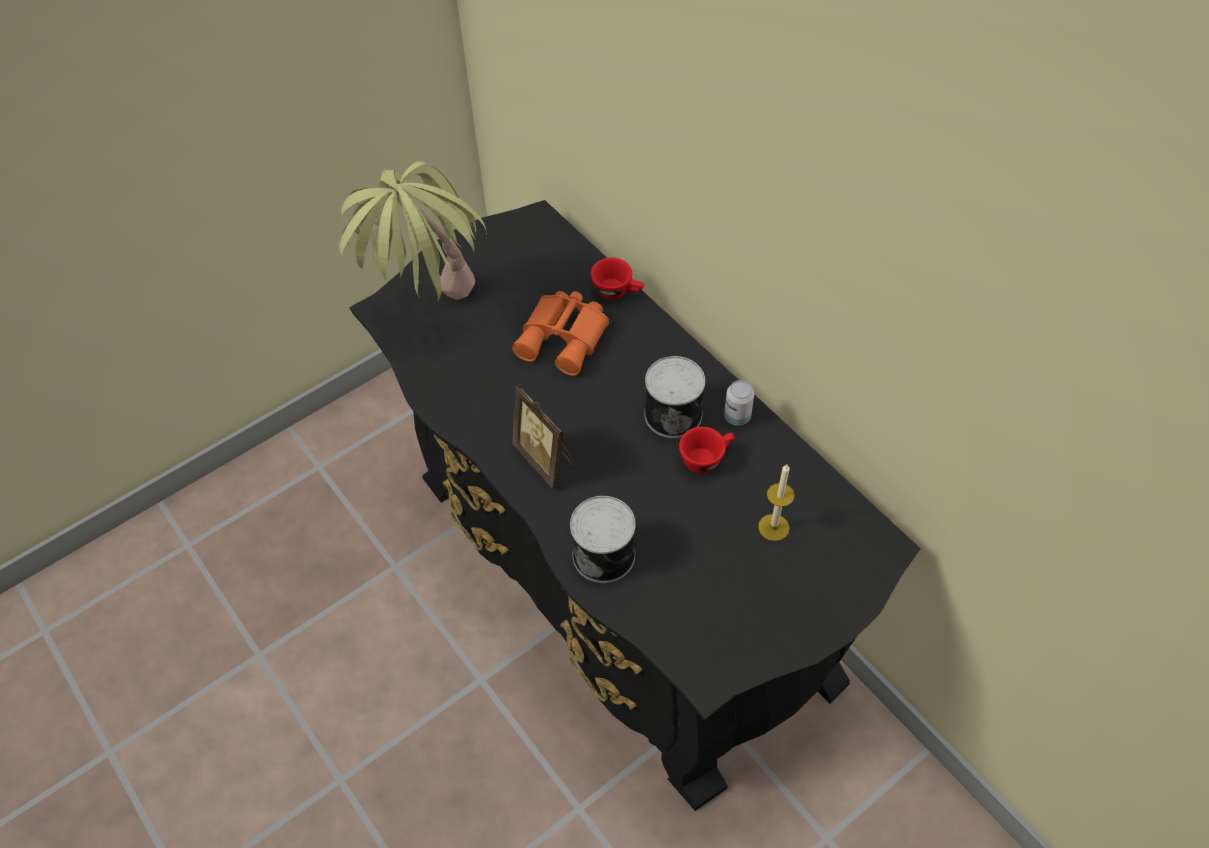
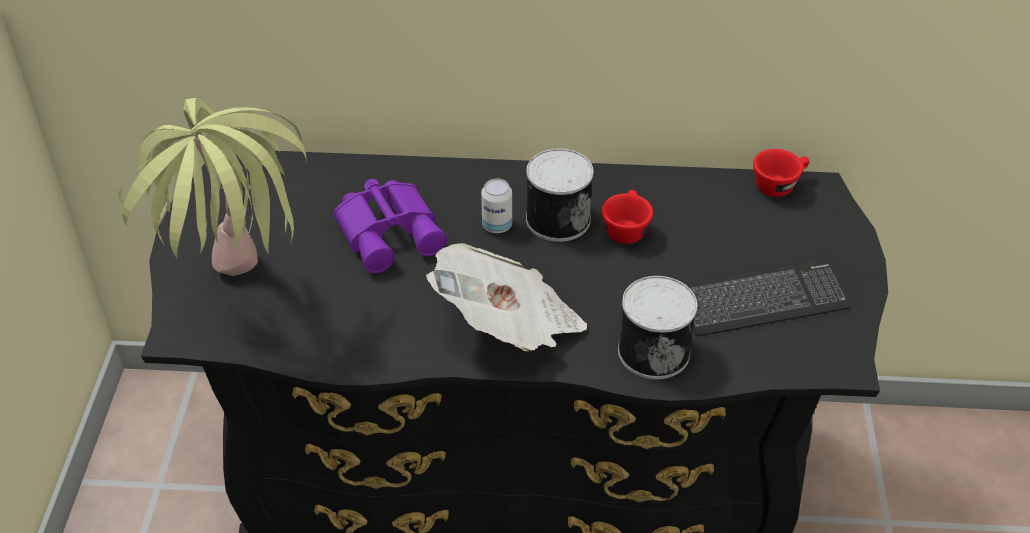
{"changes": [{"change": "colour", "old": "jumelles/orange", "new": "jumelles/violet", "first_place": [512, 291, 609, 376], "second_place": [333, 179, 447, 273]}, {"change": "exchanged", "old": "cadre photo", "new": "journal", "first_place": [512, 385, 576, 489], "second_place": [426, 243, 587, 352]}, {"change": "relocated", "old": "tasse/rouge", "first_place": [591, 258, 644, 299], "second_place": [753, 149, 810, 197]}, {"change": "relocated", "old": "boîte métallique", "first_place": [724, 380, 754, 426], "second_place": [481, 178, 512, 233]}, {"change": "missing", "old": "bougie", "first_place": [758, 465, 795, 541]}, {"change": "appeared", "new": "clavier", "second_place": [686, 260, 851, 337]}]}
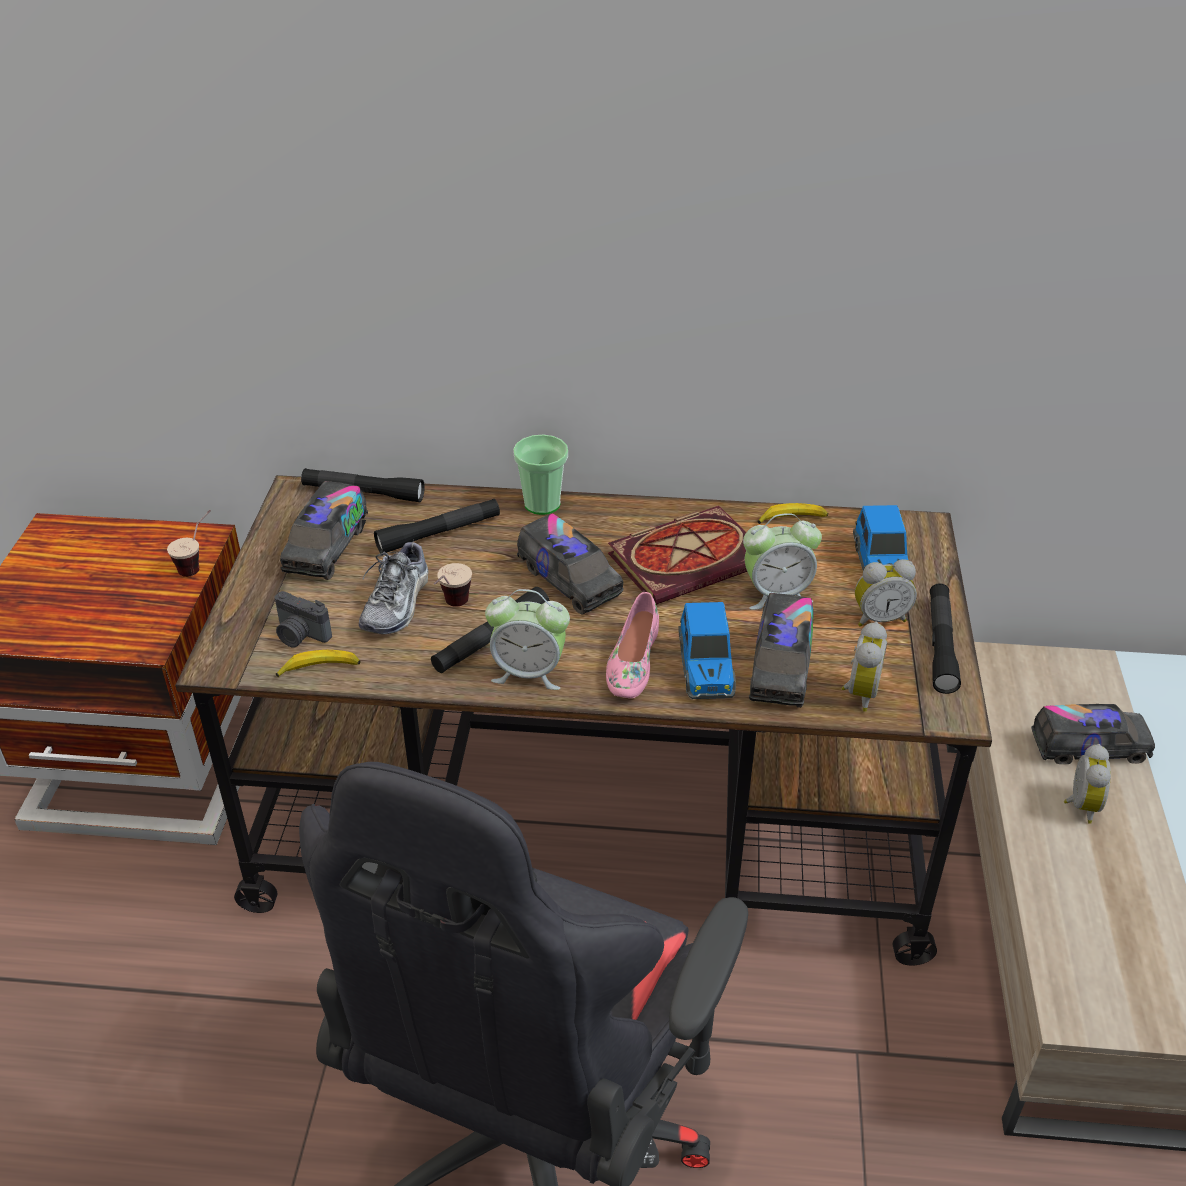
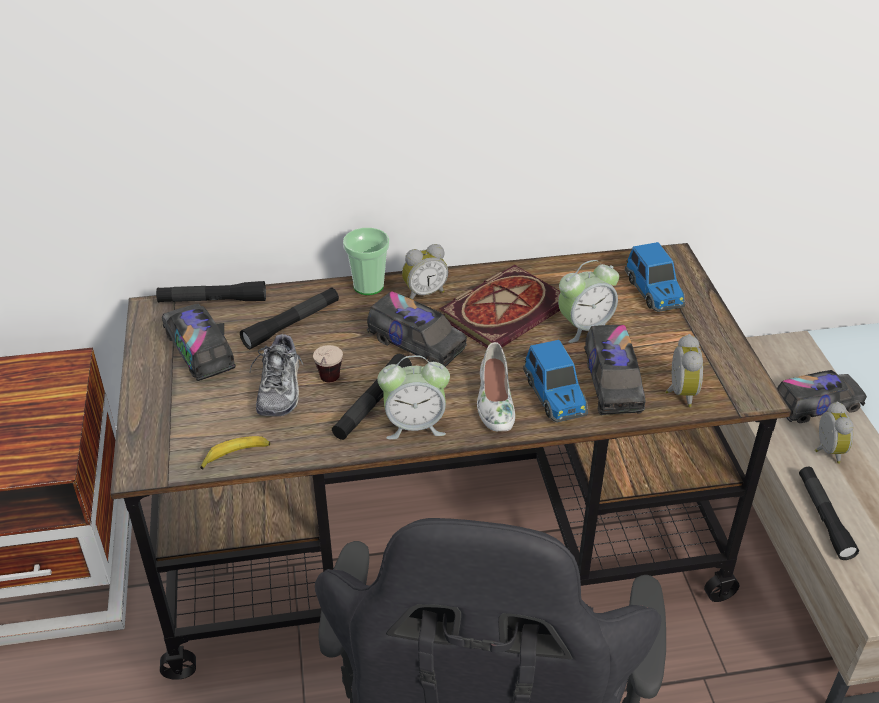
{"changes": [{"change": "missing", "old": "tasse", "first_place": [167, 510, 211, 577]}, {"change": "missing", "old": "appareil photo", "first_place": [275, 591, 332, 648]}, {"change": "spun", "old": "camion jouet", "first_place": [280, 481, 368, 580], "second_place": [162, 304, 236, 381], "degrees": 150}, {"change": "colour", "old": "chaussure/rose", "new": "chaussure/blanc", "first_place": [606, 592, 659, 698], "second_place": [477, 342, 515, 431]}, {"change": "missing", "old": "banane", "first_place": [758, 503, 828, 524]}, {"change": "relocated", "old": "réveil", "first_place": [855, 559, 917, 627], "second_place": [402, 244, 448, 300]}, {"change": "relocated", "old": "lampe de poche/noir", "first_place": [930, 583, 961, 694], "second_place": [799, 467, 859, 560]}]}
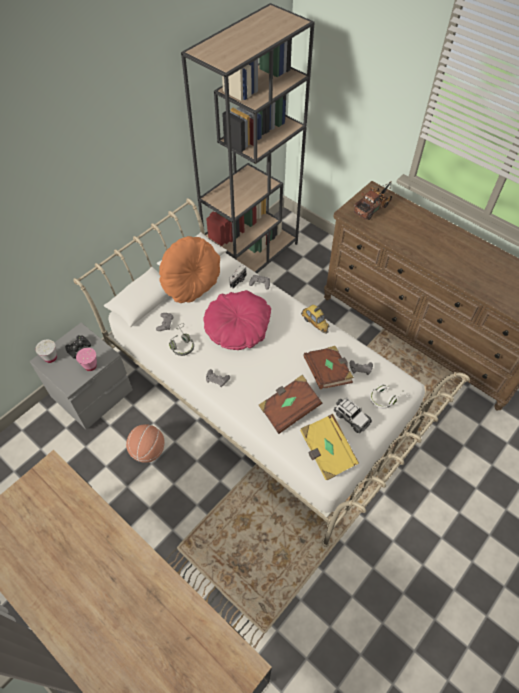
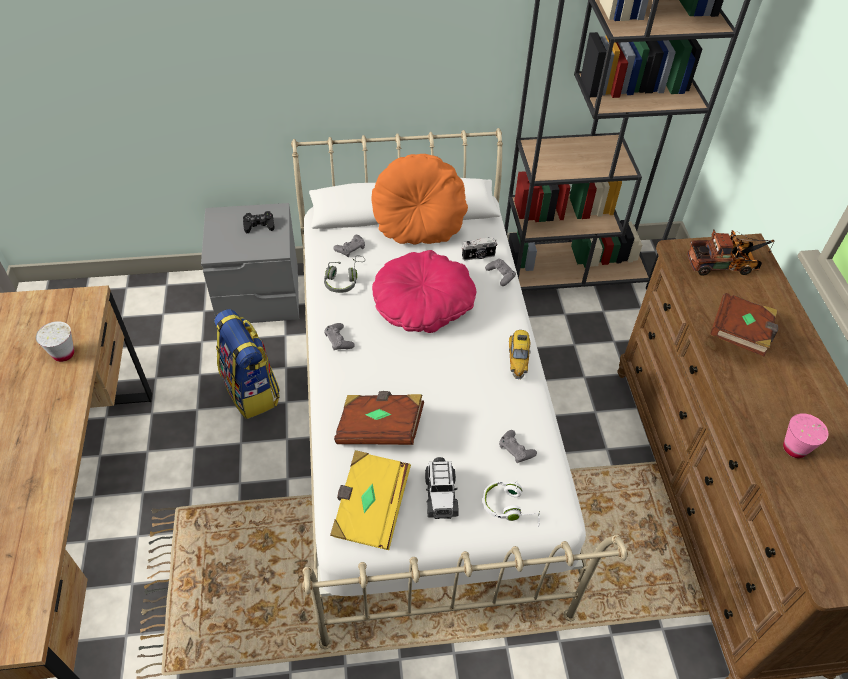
{"changes": [{"change": "relocated", "old": "tasse/blanc", "first_place": [35, 340, 57, 363], "second_place": [36, 321, 74, 362]}, {"change": "relocated", "old": "tasse/rose", "first_place": [76, 348, 97, 371], "second_place": [783, 413, 828, 458]}, {"change": "exchanged", "old": "ballon de basket", "new": "sac à dos", "first_place": [126, 424, 165, 463], "second_place": [214, 309, 280, 419]}, {"change": "relocated", "old": "livre/marron", "first_place": [304, 346, 354, 389], "second_place": [711, 293, 778, 357]}]}
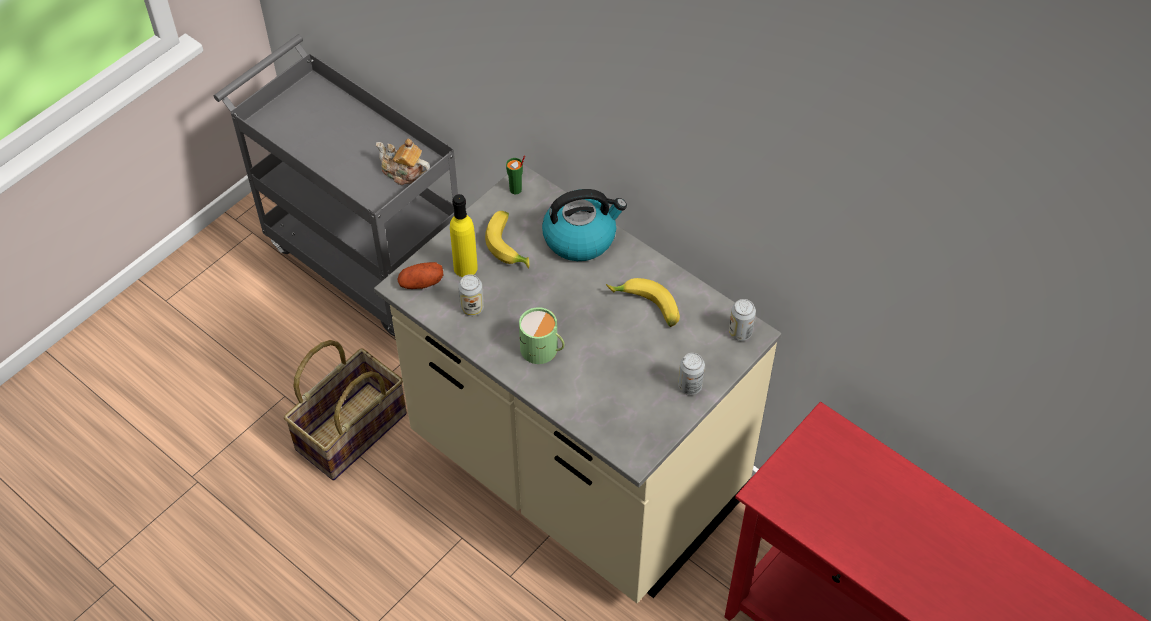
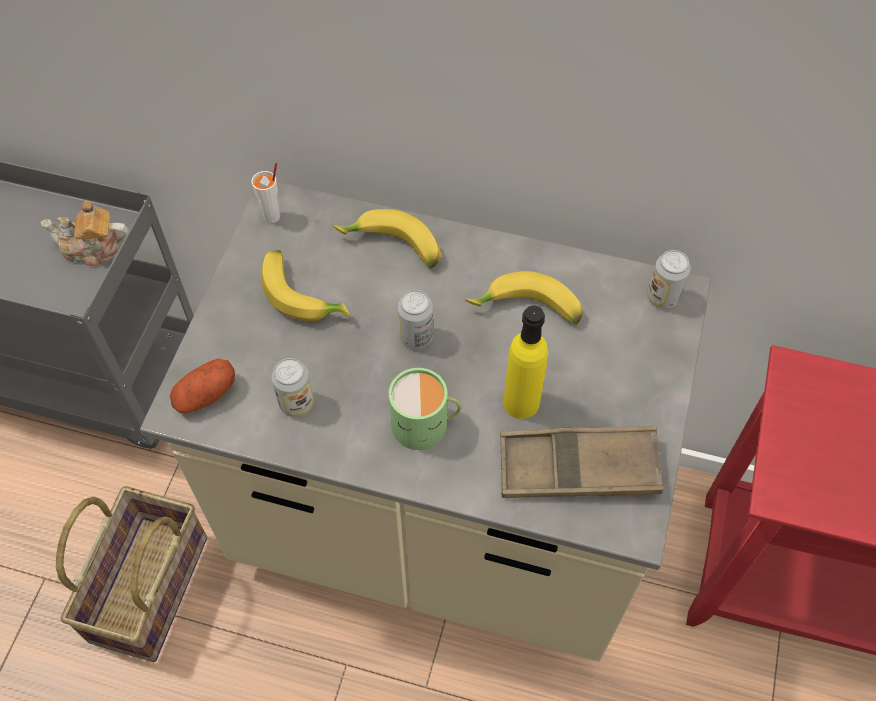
{"changes": [{"change": "relocated", "old": "bouteille/jaune", "first_place": [450, 194, 478, 277], "second_place": [503, 305, 548, 419]}, {"change": "colour", "old": "tasse/vert", "new": "tasse/blanc", "first_place": [506, 155, 525, 194], "second_place": [251, 163, 280, 223]}, {"change": "exchanged", "old": "bouilloire", "new": "banane", "first_place": [542, 189, 627, 261], "second_place": [333, 209, 441, 269]}, {"change": "relocated", "old": "boîte métallique", "first_place": [678, 353, 705, 395], "second_place": [397, 290, 433, 349]}, {"change": "appeared", "new": "plateau/marron", "second_place": [500, 426, 663, 498]}]}
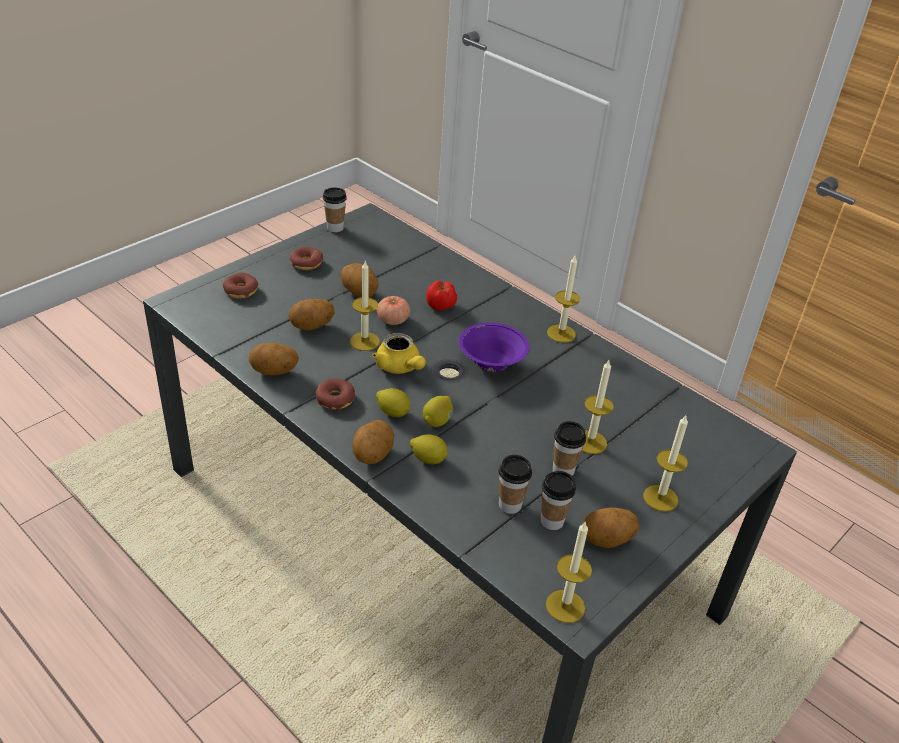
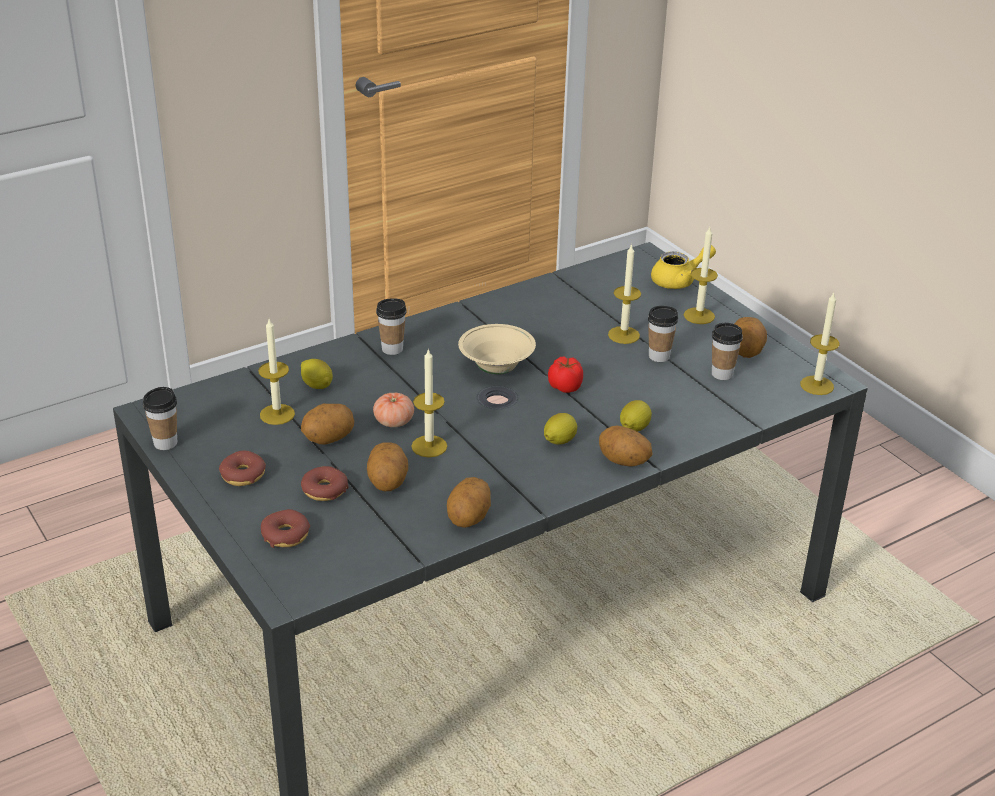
{"changes": [{"change": "relocated", "old": "beignet", "first_place": [315, 378, 355, 411], "second_place": [301, 466, 349, 501]}, {"change": "relocated", "old": "théière/jaune", "first_place": [372, 333, 426, 374], "second_place": [651, 245, 716, 289]}, {"change": "relocated", "old": "citron", "first_place": [423, 396, 453, 427], "second_place": [301, 359, 333, 389]}, {"change": "relocated", "old": "tomate", "first_place": [426, 281, 457, 311], "second_place": [548, 356, 583, 393]}, {"change": "colour", "old": "bol/violet", "new": "bol/beige", "first_place": [459, 323, 530, 372], "second_place": [458, 324, 536, 374]}, {"change": "relocated", "old": "tasse", "first_place": [499, 455, 532, 514], "second_place": [376, 298, 407, 355]}, {"change": "relocated", "old": "bougie", "first_place": [547, 256, 580, 343], "second_place": [258, 319, 295, 425]}]}
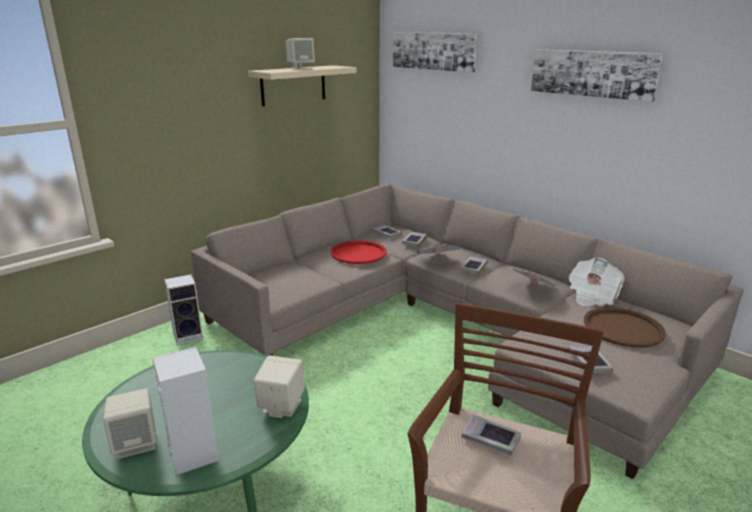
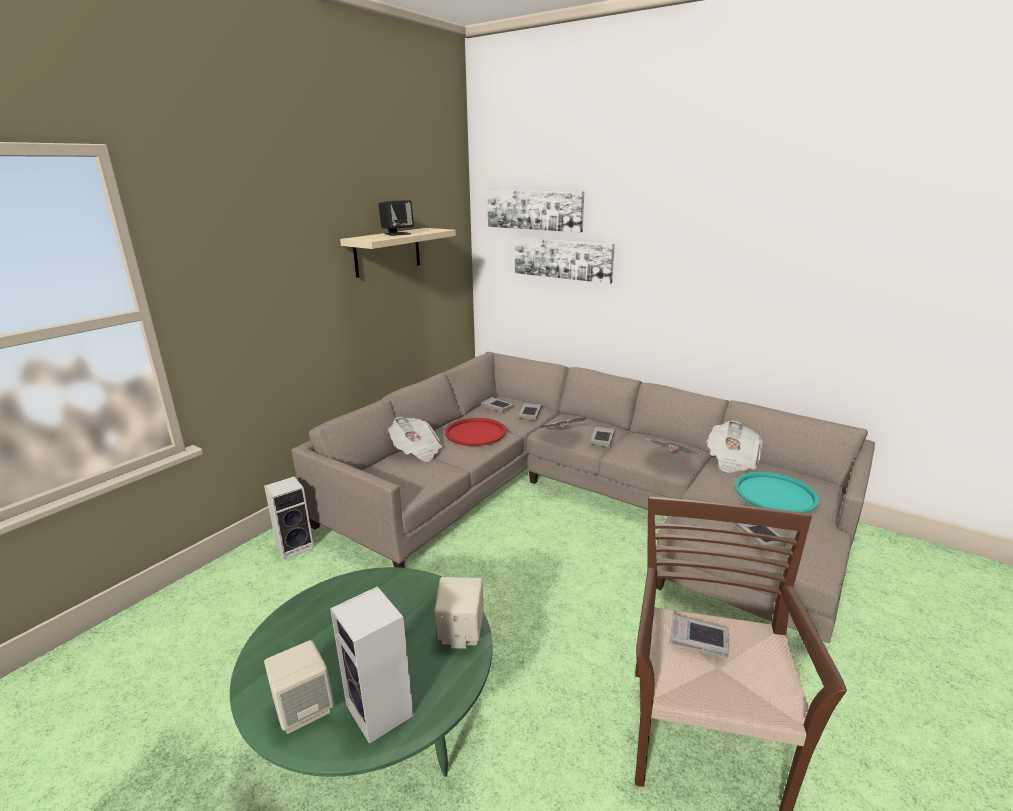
{"changes": [{"change": "colour", "old": "enceinte/beige", "new": "enceinte/noir", "first_place": [285, 38, 315, 70], "second_place": [378, 200, 414, 236]}, {"change": "relocated", "old": "tableau", "first_place": [531, 49, 663, 102], "second_place": [515, 237, 615, 284]}, {"change": "colour", "old": "plateau/marron", "new": "plateau/turquoise", "first_place": [584, 307, 666, 348], "second_place": [735, 472, 819, 513]}, {"change": "appeared", "new": "journal", "second_place": [388, 417, 443, 462]}]}
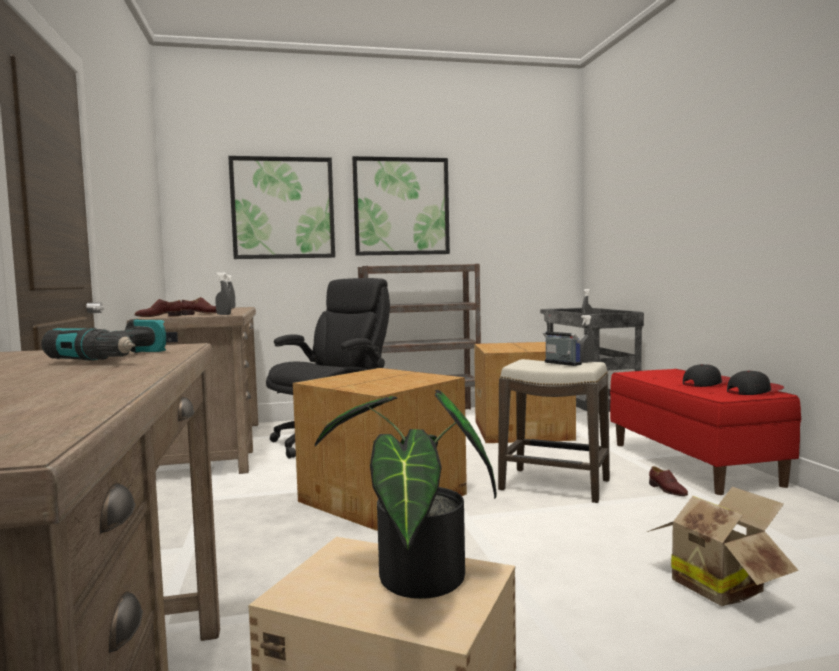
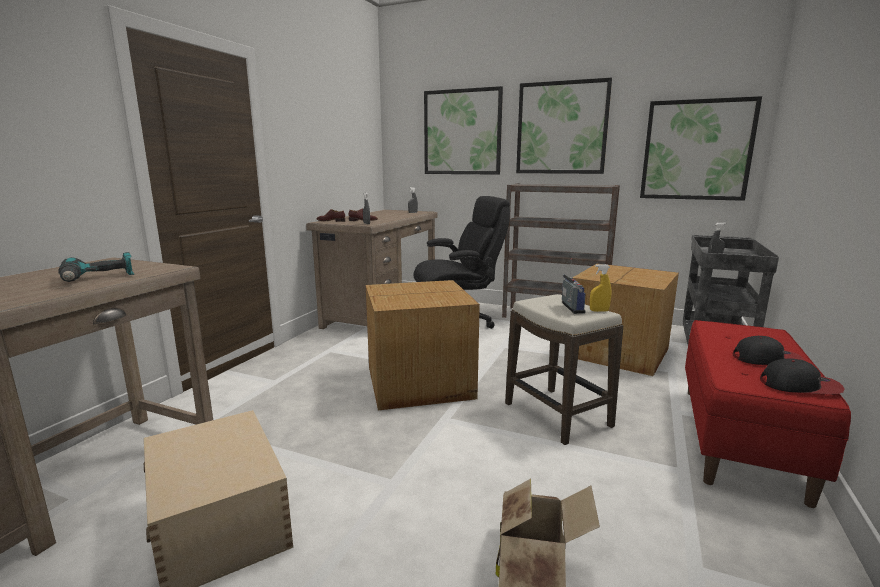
{"changes": [{"change": "missing", "old": "plante en pot", "first_place": [315, 390, 497, 599]}, {"change": "colour", "old": "vaporisateur/gris", "new": "vaporisateur/jaune", "first_place": [580, 315, 594, 363], "second_place": [590, 264, 611, 312]}, {"change": "missing", "old": "chaussure/marron", "first_place": [649, 466, 688, 496]}, {"change": "appeared", "new": "tableau", "second_place": [640, 96, 762, 201]}]}
